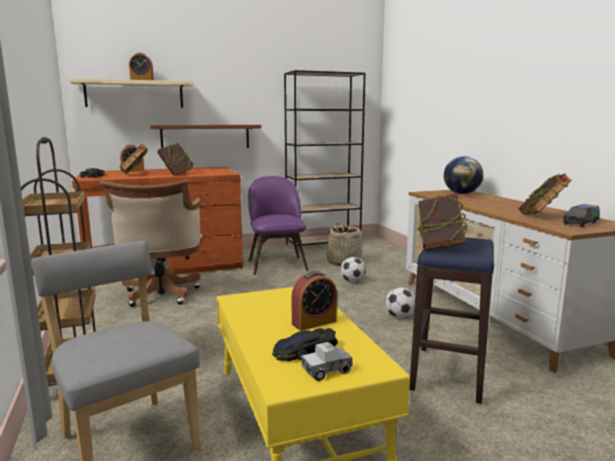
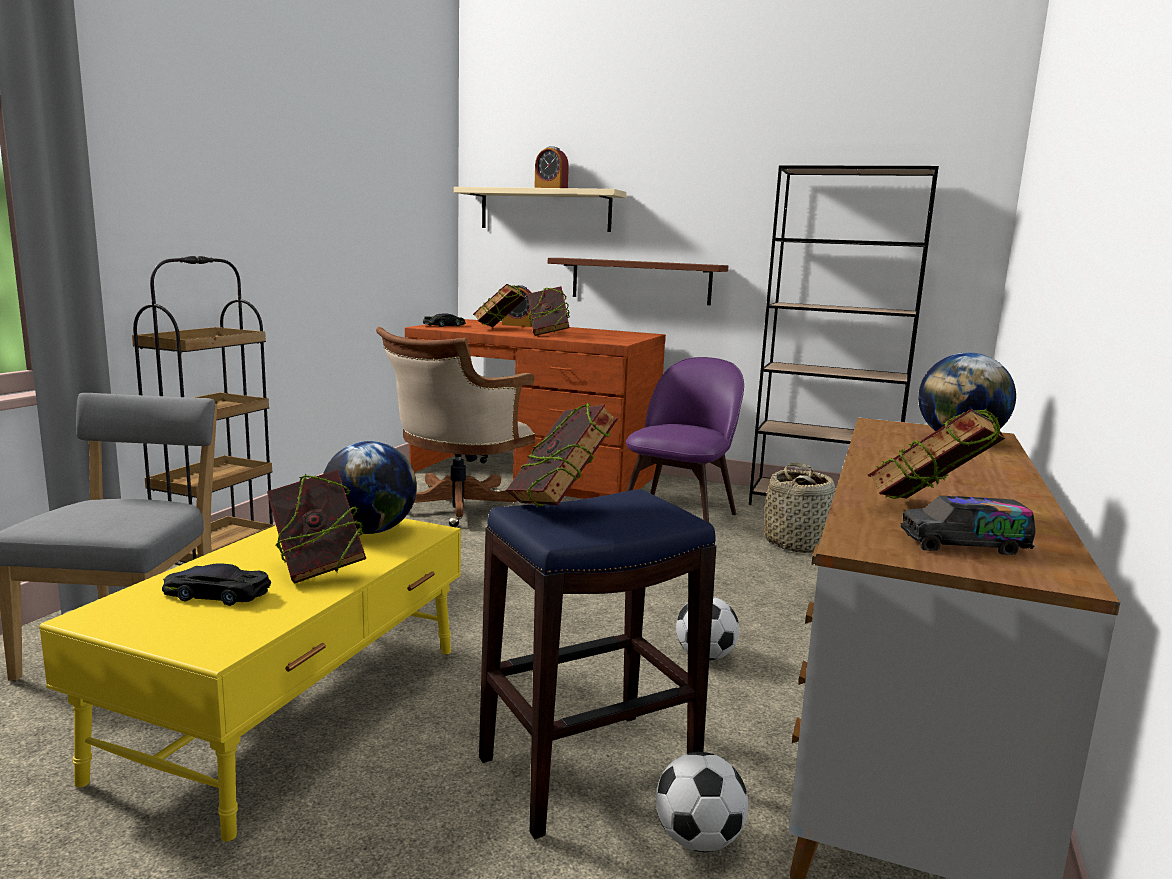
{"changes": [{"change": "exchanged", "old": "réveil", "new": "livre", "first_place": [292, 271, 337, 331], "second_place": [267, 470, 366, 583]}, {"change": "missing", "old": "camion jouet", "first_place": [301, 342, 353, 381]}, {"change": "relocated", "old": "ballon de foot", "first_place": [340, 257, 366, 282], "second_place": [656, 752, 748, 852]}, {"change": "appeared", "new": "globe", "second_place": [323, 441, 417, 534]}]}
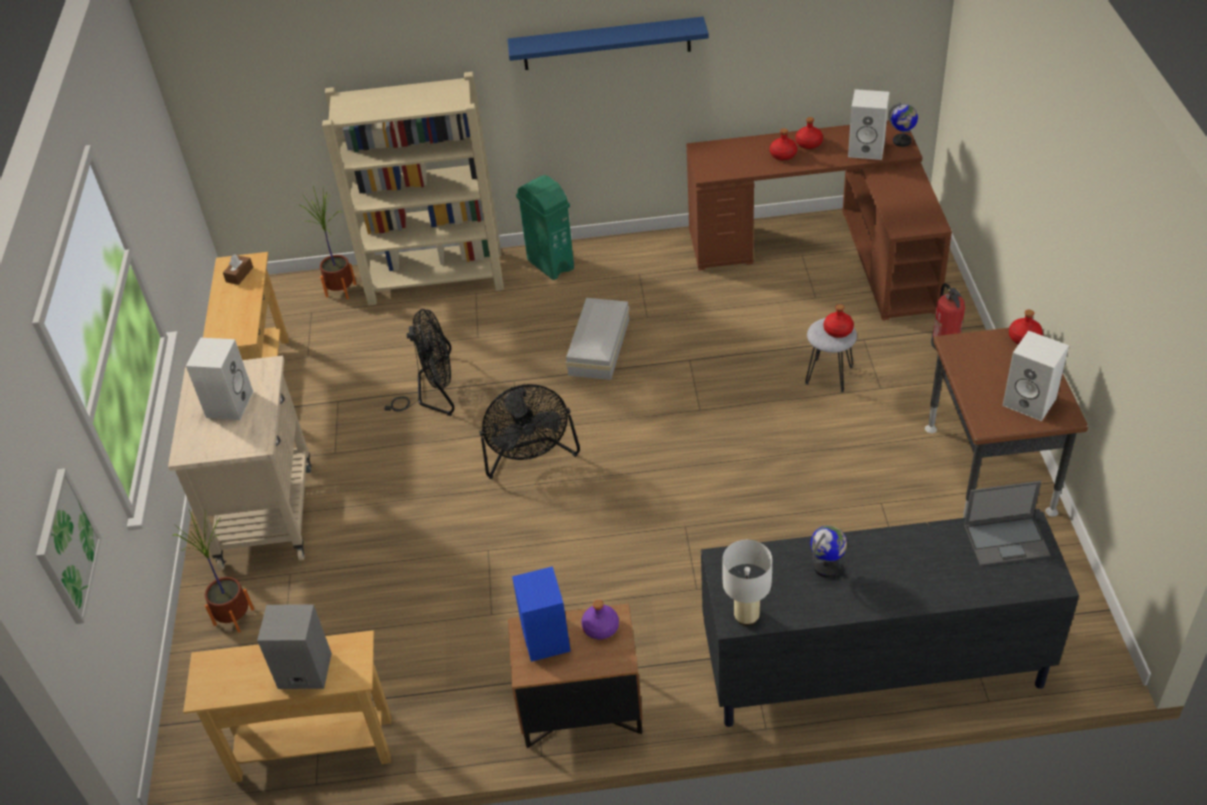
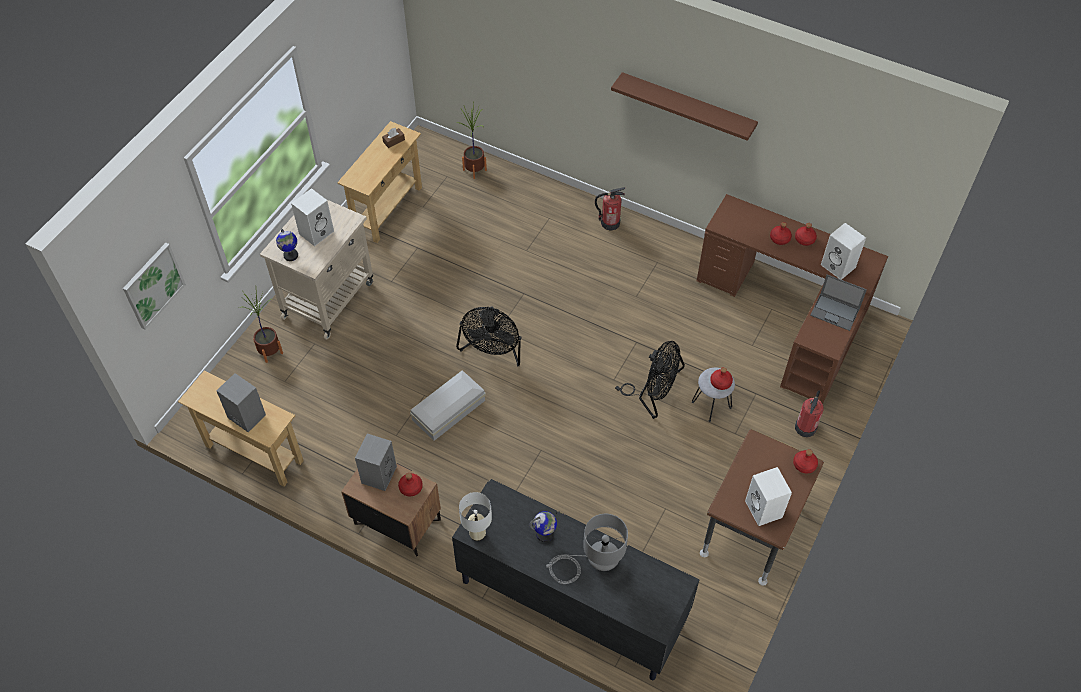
{"changes": [{"change": "missing", "old": "bibliothèque/beige", "first_place": [322, 72, 504, 305]}, {"change": "relocated", "old": "ventilateur/noir", "first_place": [383, 309, 455, 416], "second_place": [615, 341, 685, 419]}, {"change": "colour", "old": "étagère/bleu", "new": "étagère/marron", "first_place": [507, 17, 709, 70], "second_place": [611, 72, 758, 141]}, {"change": "colour", "old": "enceinte/bleu", "new": "enceinte/gris", "first_place": [512, 566, 571, 662], "second_place": [355, 433, 397, 491]}, {"change": "exchanged", "old": "poubelle/vert", "new": "extincteur", "first_place": [516, 175, 574, 280], "second_place": [595, 187, 625, 231]}, {"change": "relocated", "old": "boîte de rangement/blanc", "first_place": [566, 298, 630, 380], "second_place": [410, 370, 486, 441]}, {"change": "colour", "old": "bouteille/violet", "new": "bouteille/rouge", "first_place": [581, 600, 619, 640], "second_place": [398, 473, 423, 497]}, {"change": "relocated", "old": "globe", "first_place": [888, 102, 918, 147], "second_place": [276, 229, 298, 261]}, {"change": "relocated", "old": "ordinateur portable", "first_place": [964, 481, 1050, 566], "second_place": [810, 274, 867, 331]}, {"change": "appeared", "new": "lampe de table/gris", "second_place": [546, 514, 628, 584]}]}
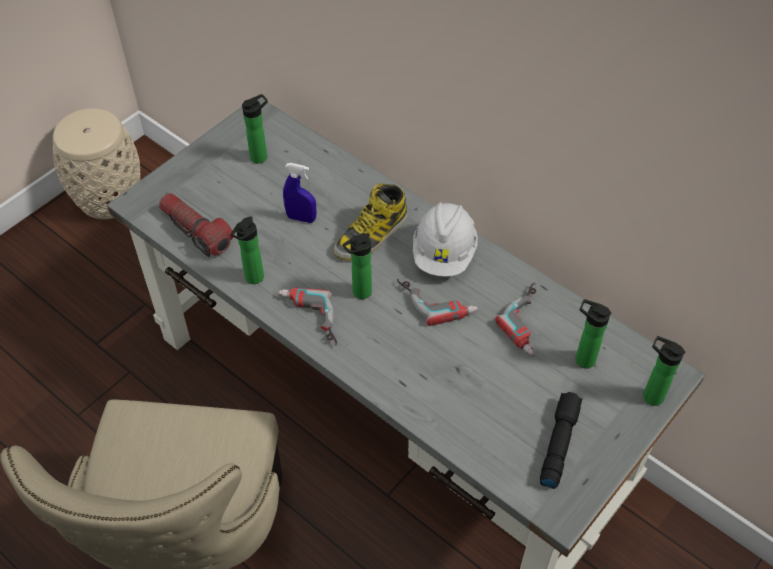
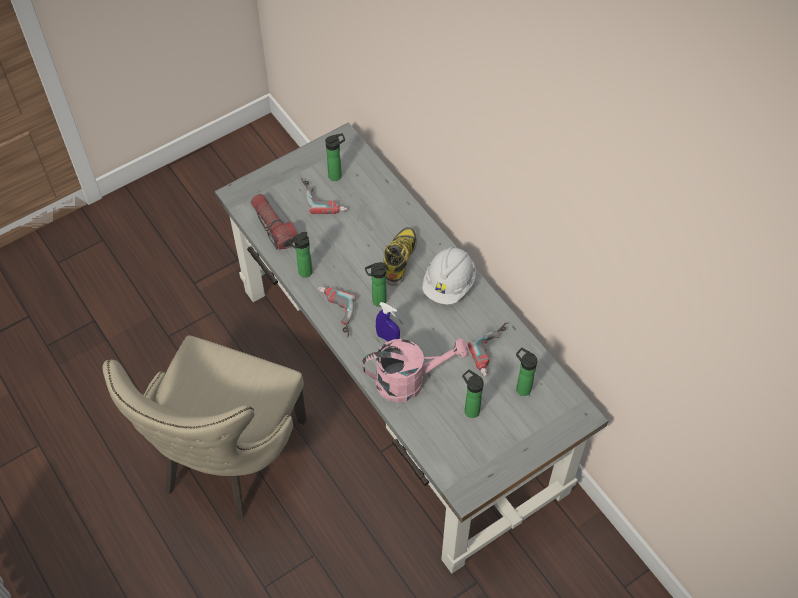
{"changes": [{"change": "missing", "old": "tabouret/beige", "first_place": [53, 108, 140, 219]}, {"change": "relocated", "old": "vaporisateur/bleu", "first_place": [283, 163, 316, 223], "second_place": [375, 302, 400, 341]}, {"change": "spun", "old": "botte", "first_place": [334, 183, 408, 260], "second_place": [383, 226, 417, 286], "degrees": 135}, {"change": "relocated", "old": "perceuse", "first_place": [397, 279, 478, 326], "second_place": [301, 178, 348, 214]}, {"change": "missing", "old": "lampe de poche/noir", "first_place": [540, 392, 582, 489]}, {"change": "relocated", "old": "bouteille", "first_place": [643, 336, 685, 406], "second_place": [462, 370, 484, 418]}, {"change": "appeared", "new": "arrosoir/rose", "second_place": [362, 338, 469, 402]}]}
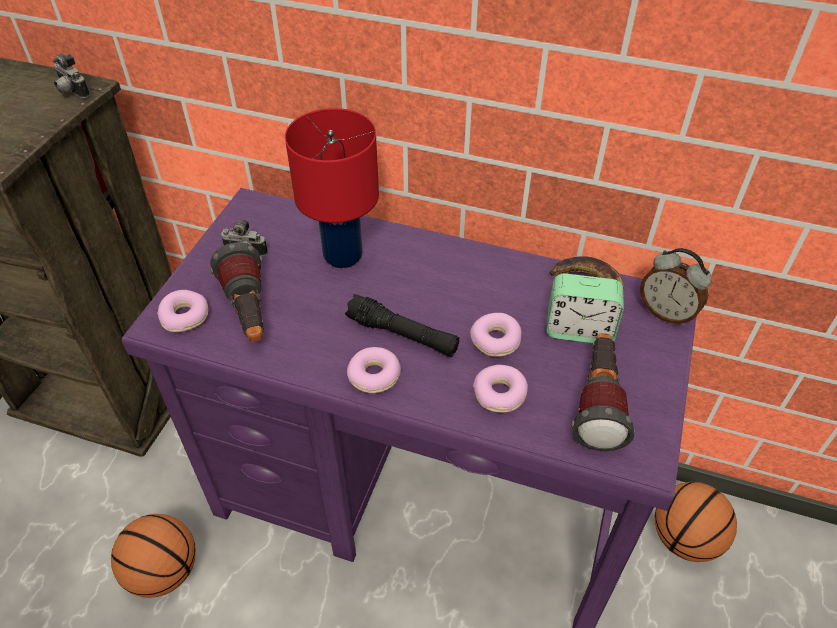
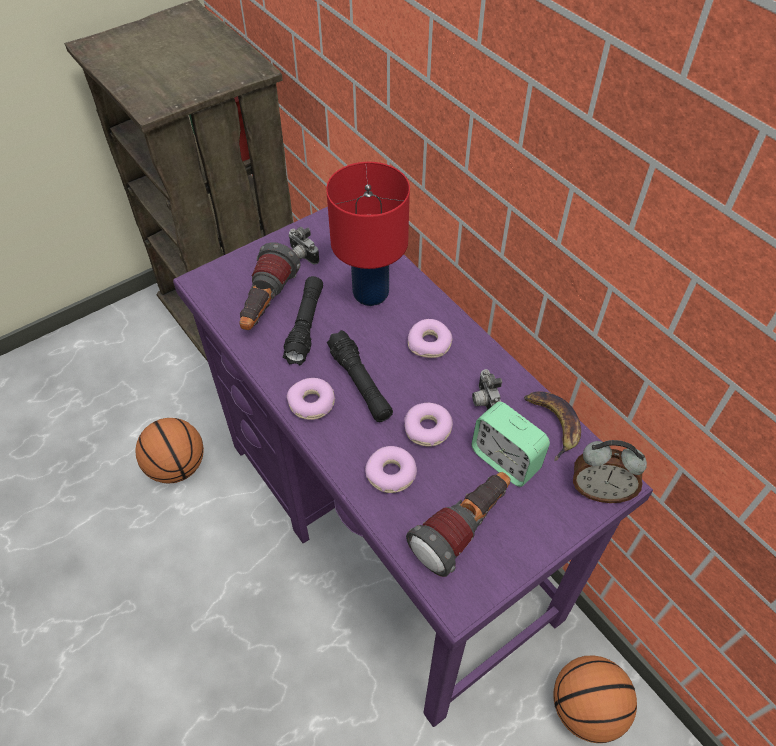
{"changes": [{"change": "relocated", "old": "appareil photo", "first_place": [53, 53, 90, 98], "second_place": [472, 369, 502, 410]}, {"change": "relocated", "old": "beignet", "first_place": [157, 290, 208, 332], "second_place": [408, 319, 453, 358]}, {"change": "spun", "old": "réveil", "first_place": [640, 248, 712, 326], "second_place": [573, 440, 647, 503], "degrees": -60}, {"change": "appeared", "new": "lampe de poche/noir", "second_place": [283, 276, 323, 365]}]}
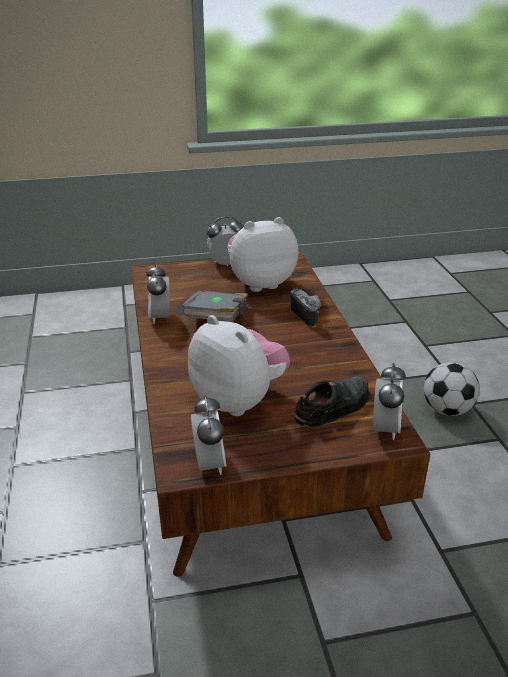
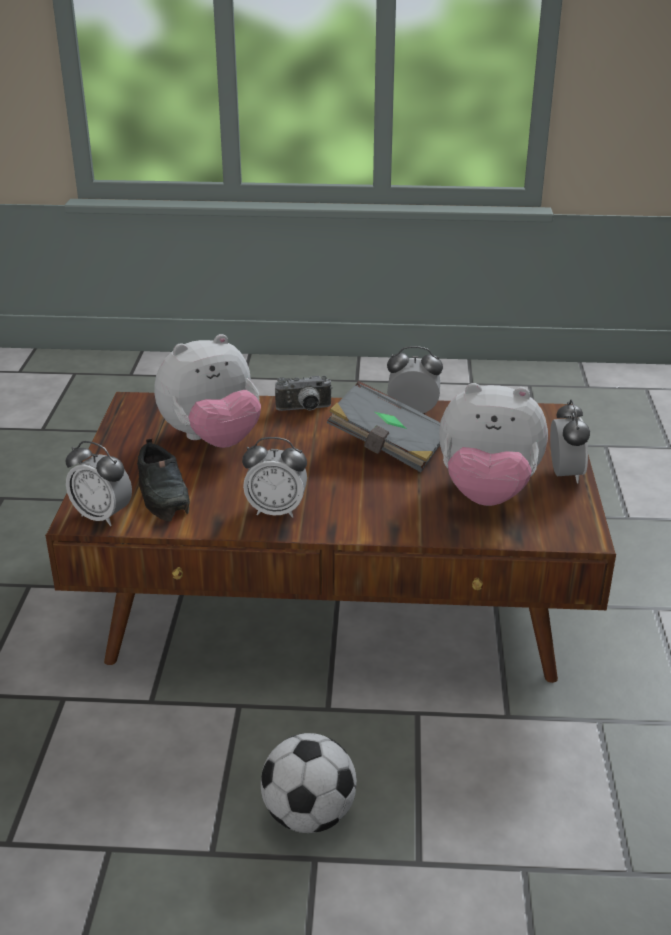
{"changes": [{"change": "relocated", "old": "réveil", "first_place": [191, 395, 226, 475], "second_place": [242, 437, 307, 518]}, {"change": "spun", "old": "peluche", "first_place": [227, 217, 298, 292], "second_place": [439, 383, 548, 506], "degrees": 105}, {"change": "relocated", "old": "appareil photo", "first_place": [291, 288, 321, 328], "second_place": [275, 375, 333, 411]}]}
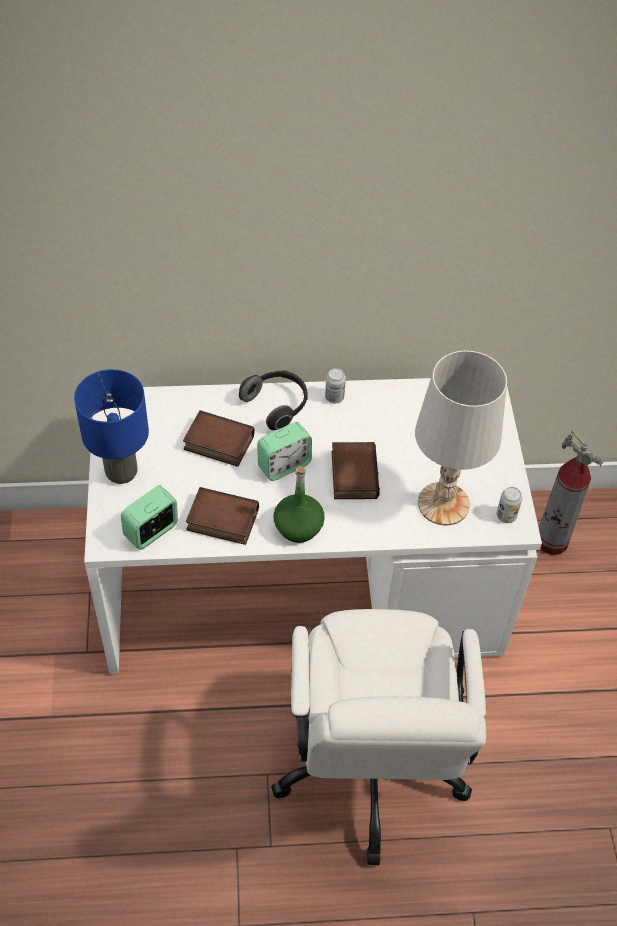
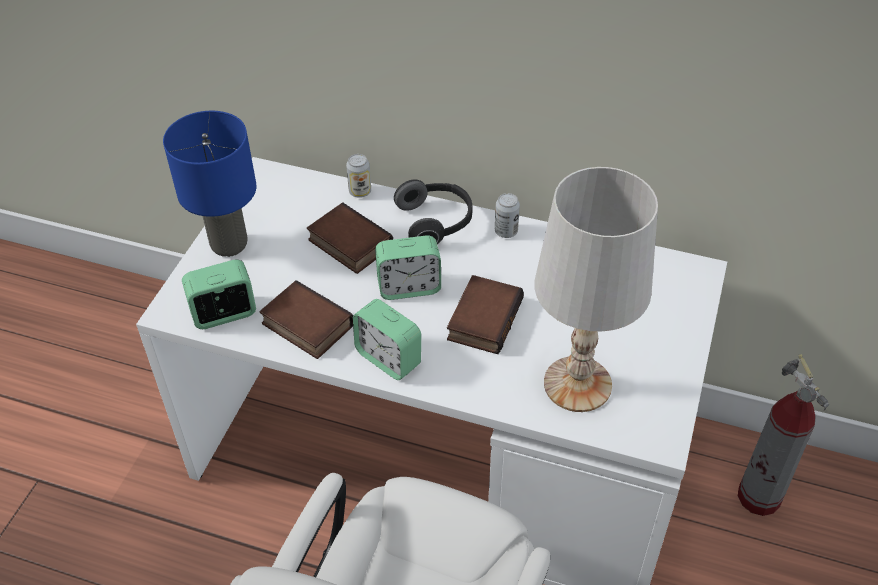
{"changes": [{"change": "exchanged", "old": "bouteille/vert", "new": "réveil", "first_place": [273, 466, 325, 543], "second_place": [353, 299, 421, 380]}, {"change": "relocated", "old": "boîte métallique", "first_place": [496, 487, 522, 523], "second_place": [346, 154, 371, 198]}]}
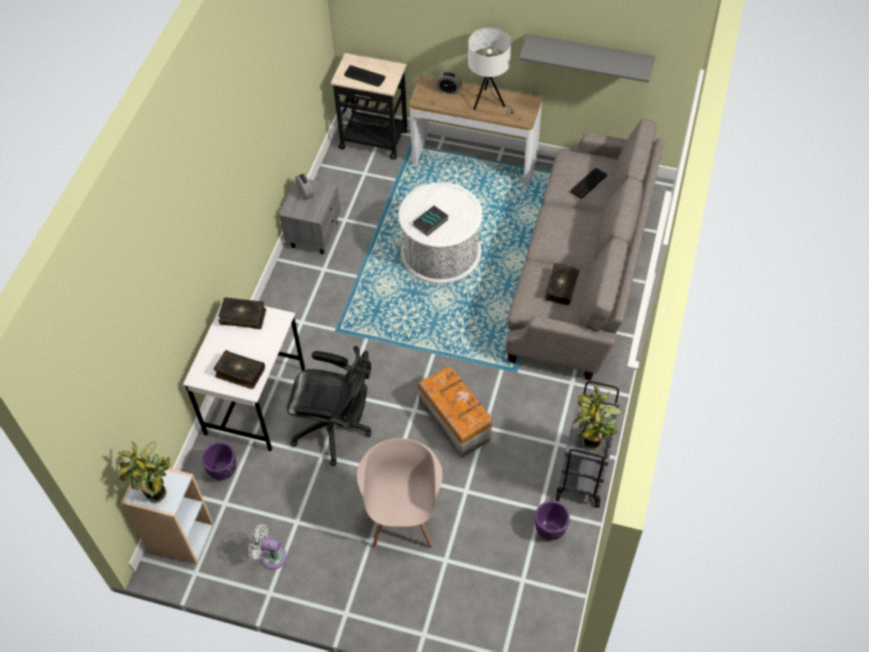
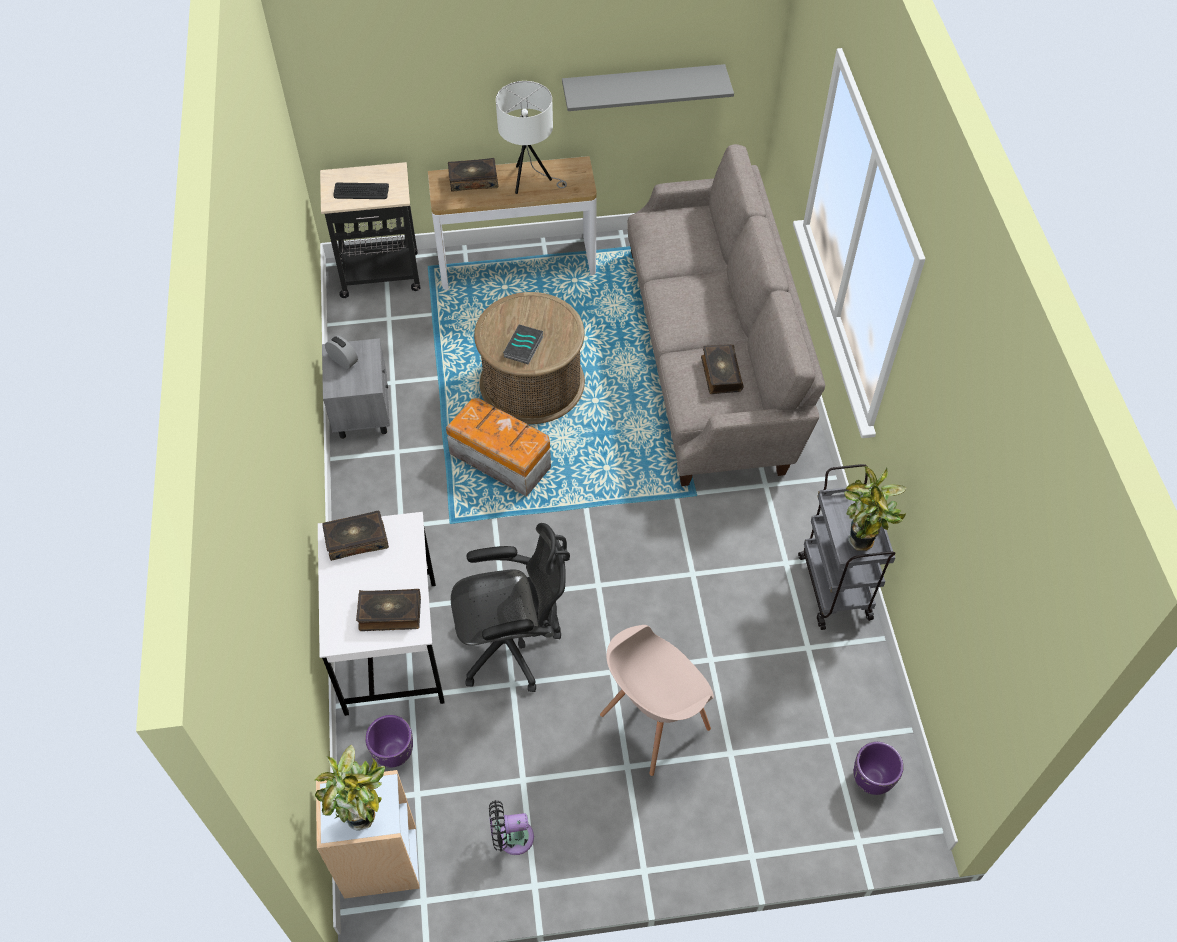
{"changes": [{"change": "colour", "old": "ventilateur/blanc", "new": "ventilateur/noir", "first_place": [248, 524, 287, 569], "second_place": [489, 800, 534, 855]}, {"change": "spun", "old": "chaise/beige", "first_place": [357, 438, 442, 548], "second_place": [600, 625, 714, 776], "degrees": -105}, {"change": "colour", "old": "table basse/blanc", "new": "table basse/marron", "first_place": [398, 182, 482, 284], "second_place": [474, 292, 585, 424]}, {"change": "relocated", "old": "boîte de rangement", "first_place": [418, 367, 492, 458], "second_place": [446, 398, 551, 497]}, {"change": "exchanged", "old": "réveil", "new": "livre", "first_place": [436, 71, 462, 95], "second_place": [448, 158, 498, 192]}, {"change": "relocated", "old": "cache-pot/violet", "first_place": [535, 501, 570, 540], "second_place": [854, 742, 904, 795]}, {"change": "missing", "old": "clavier", "first_place": [570, 168, 607, 199]}]}
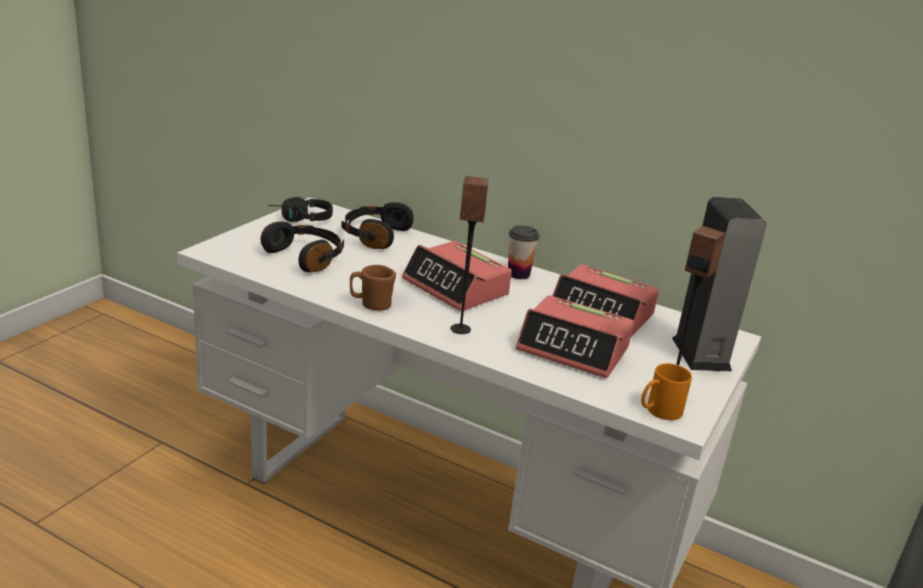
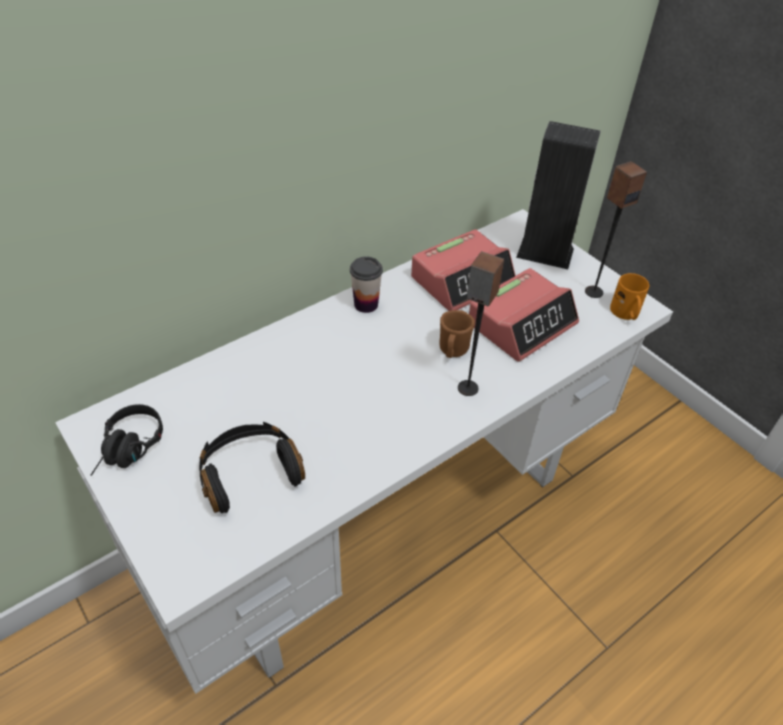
{"changes": [{"change": "missing", "old": "casque audio/noir", "first_place": [341, 202, 414, 249]}, {"change": "relocated", "old": "mug/marron", "first_place": [350, 265, 396, 310], "second_place": [439, 310, 475, 358]}, {"change": "missing", "old": "réveil", "first_place": [402, 241, 512, 311]}]}
